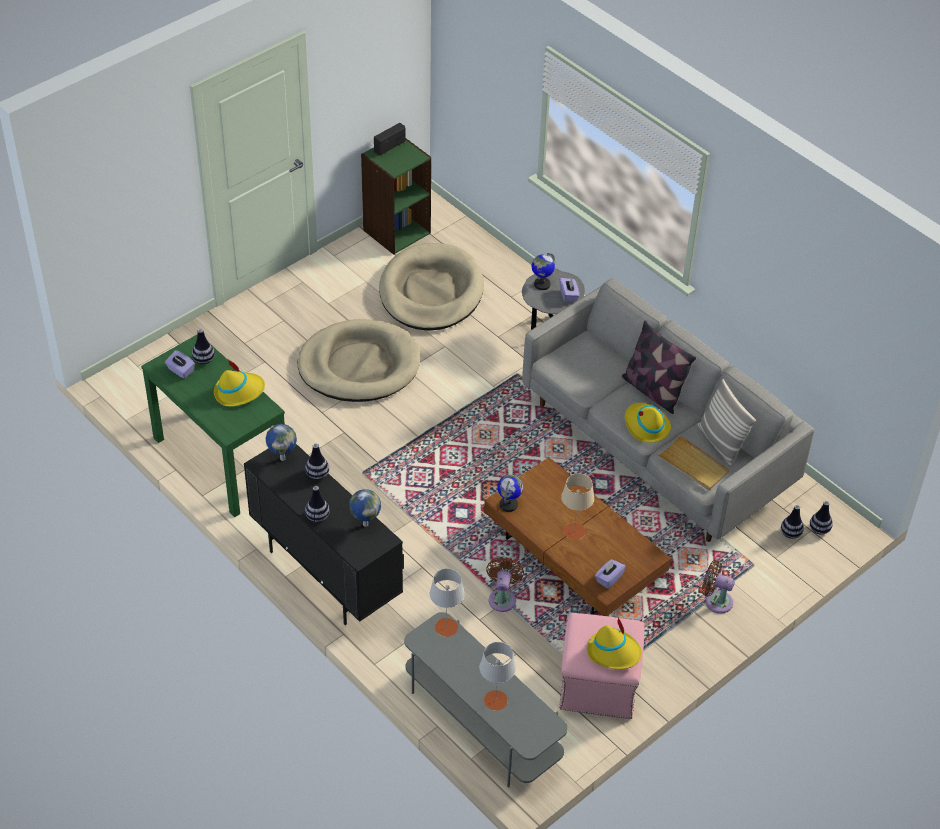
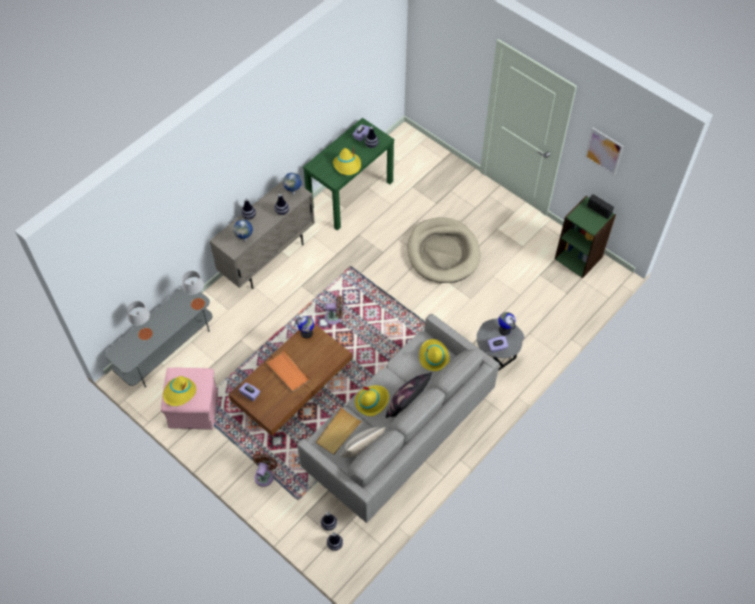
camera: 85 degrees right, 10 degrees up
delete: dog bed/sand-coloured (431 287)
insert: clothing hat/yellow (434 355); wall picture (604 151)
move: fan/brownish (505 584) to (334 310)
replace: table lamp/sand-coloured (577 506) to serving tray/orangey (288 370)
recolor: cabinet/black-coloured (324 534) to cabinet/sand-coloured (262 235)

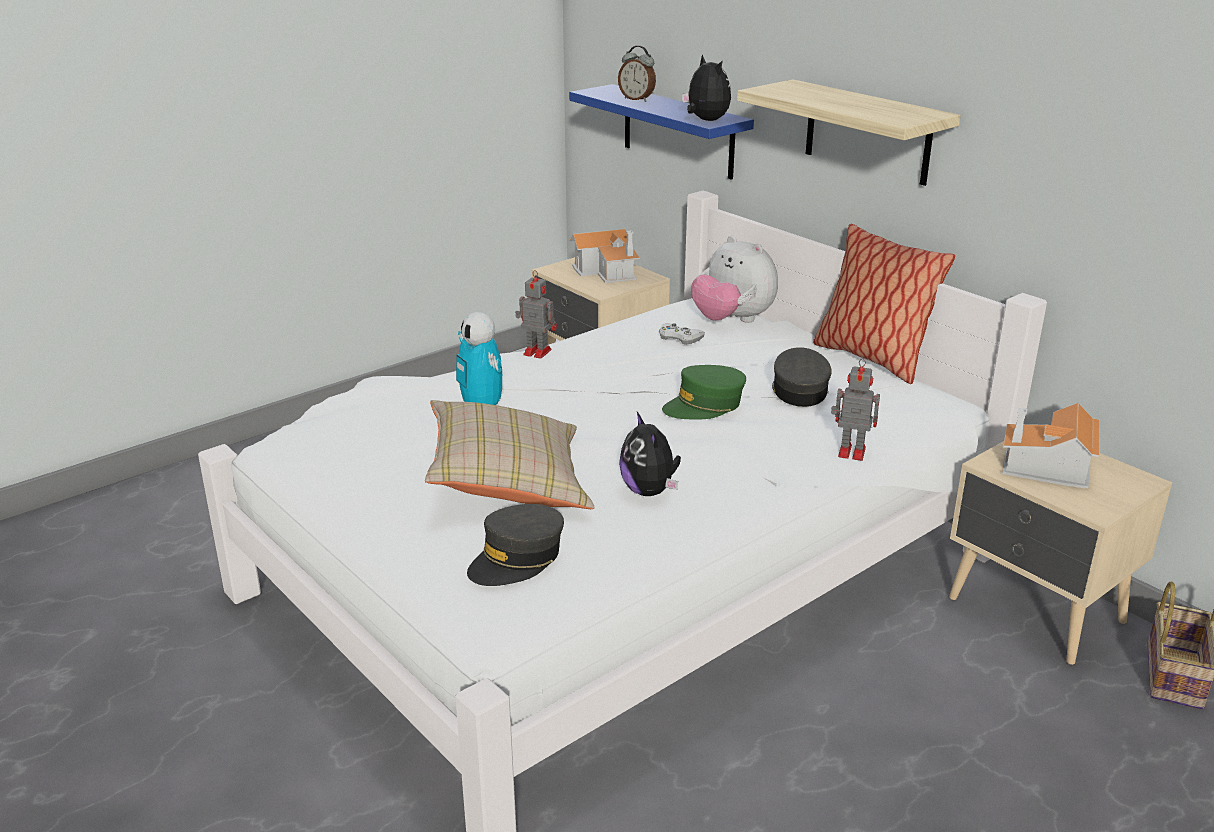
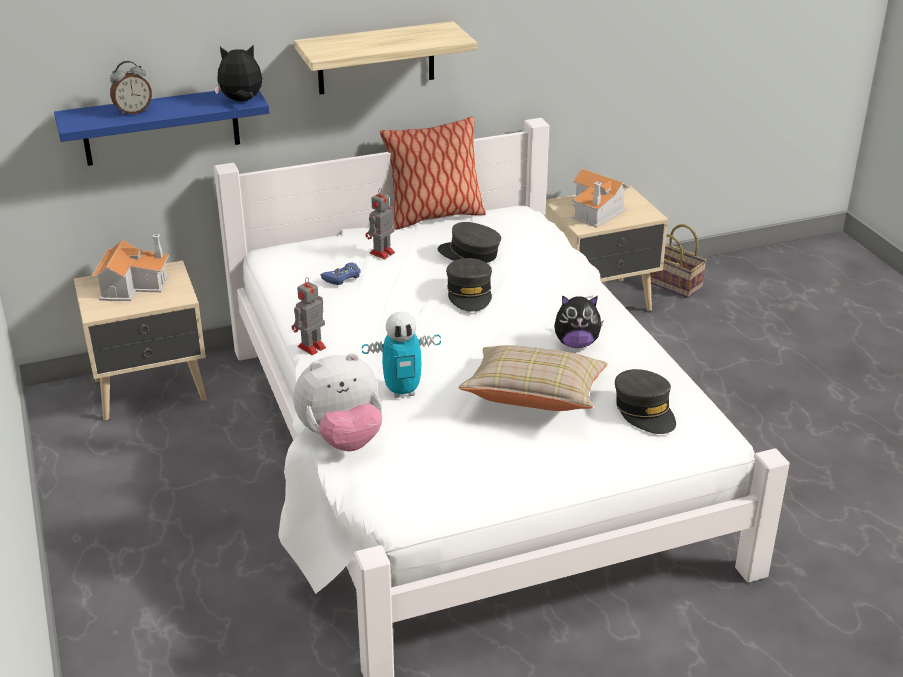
camera: 70 degrees left, 5 degrees up
move: soft toy (734 279) to (337 402); robot figure (855 409) to (380 223)
recolor: game controller/white-coloured (682 333) to game controller/blue-coloured (340 274); baseball cap/greenish (704 392) to baseball cap/greyish (469 285)

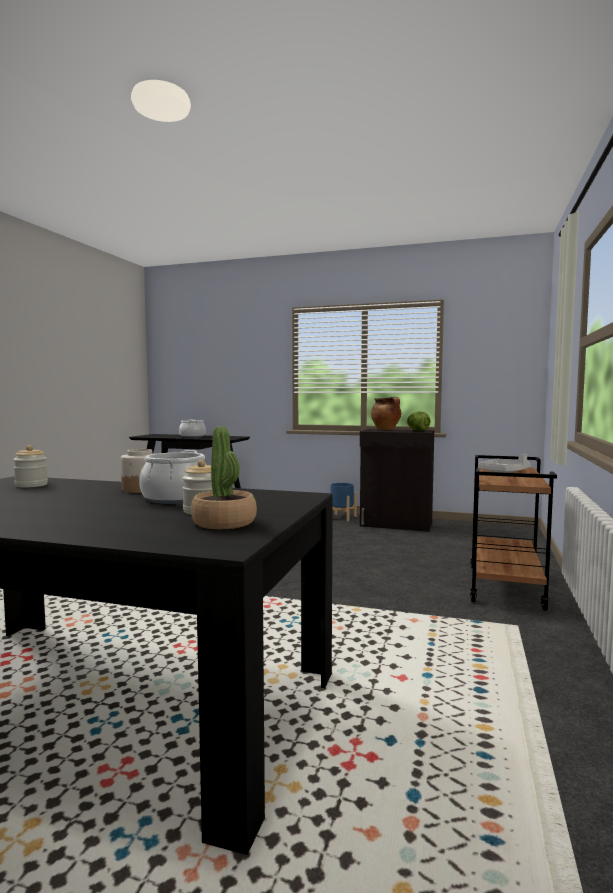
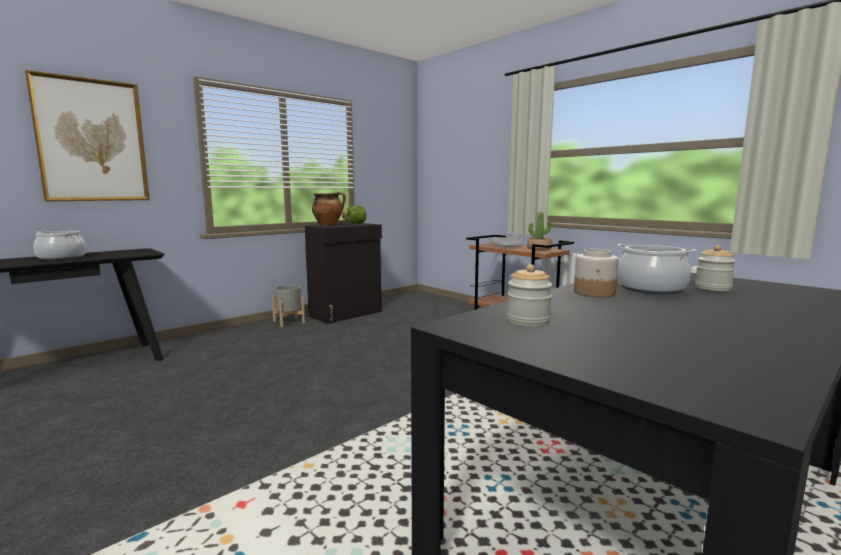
camera: 60 degrees left, 5 degrees up
insert: wall picture (87 136)
move: potted plant (224 477) to (539 231)
recolor: flower pot/blue-coloured (343 502) to flower pot/greyish (288 306)

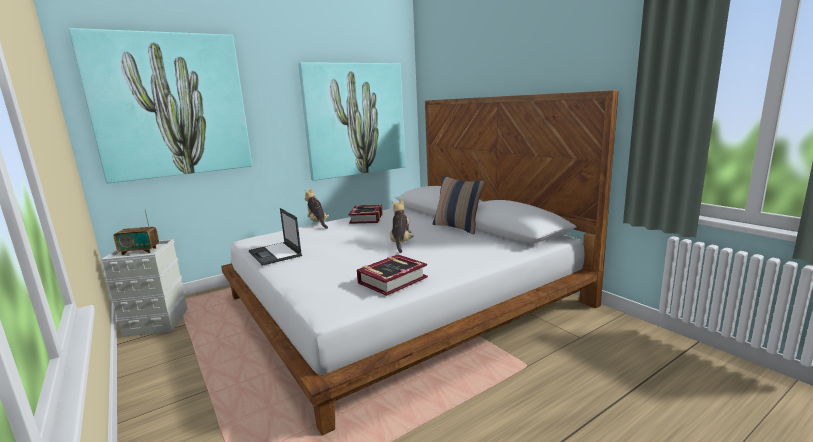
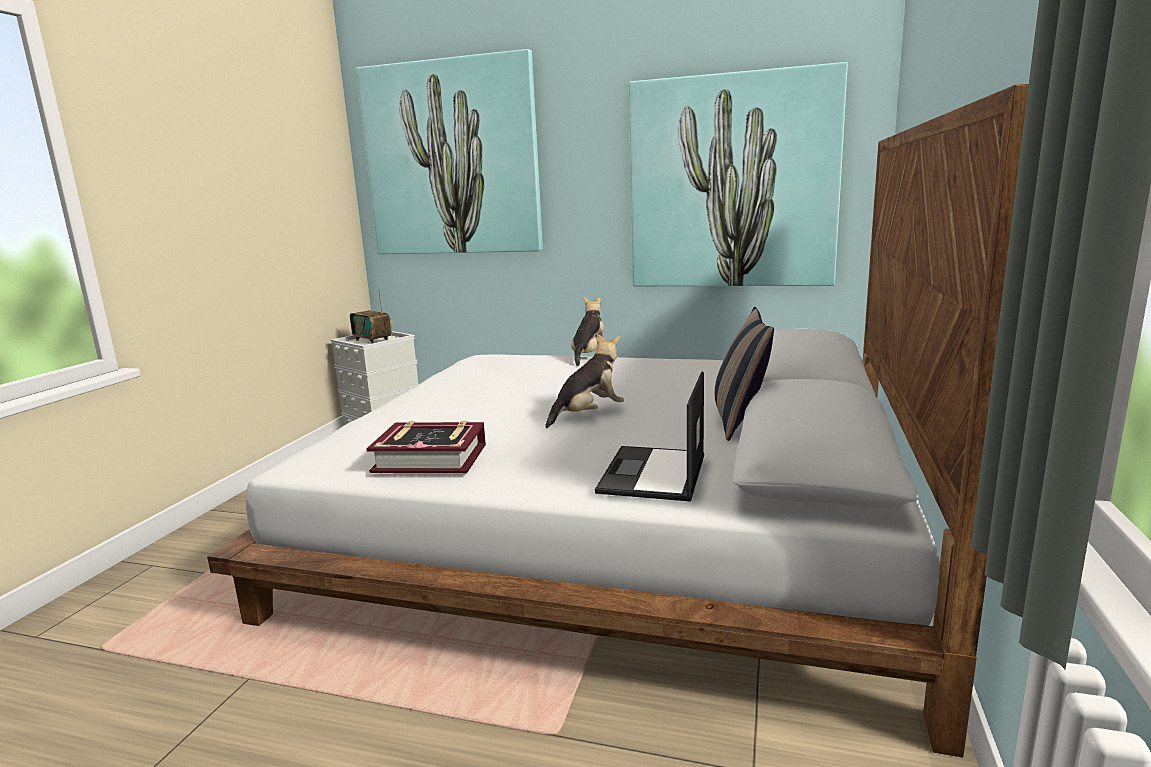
camera: 50 degrees right, 0 degrees up
delete: volume (365 214)
move: notebook computer (275 237) to (649 436)

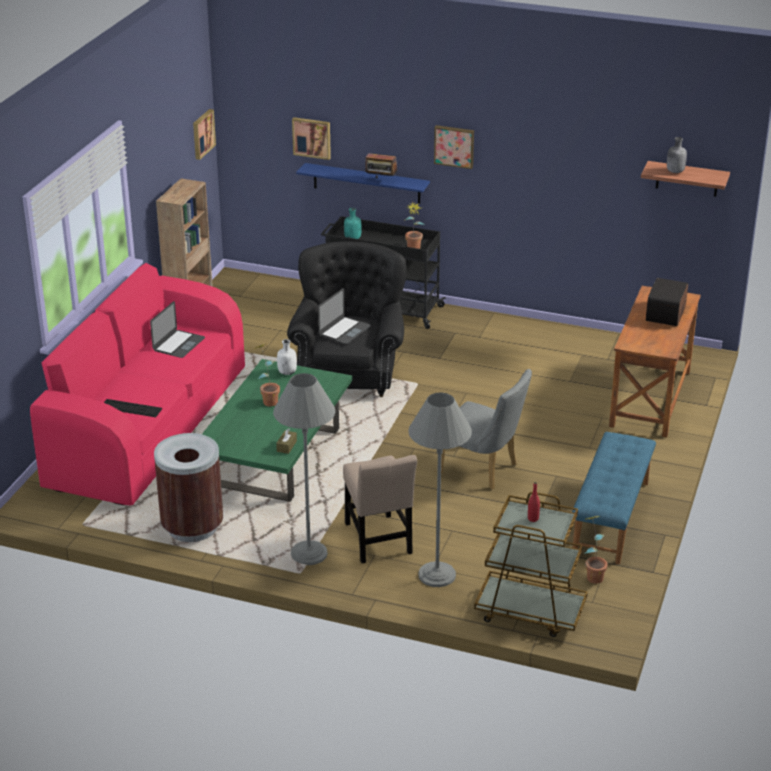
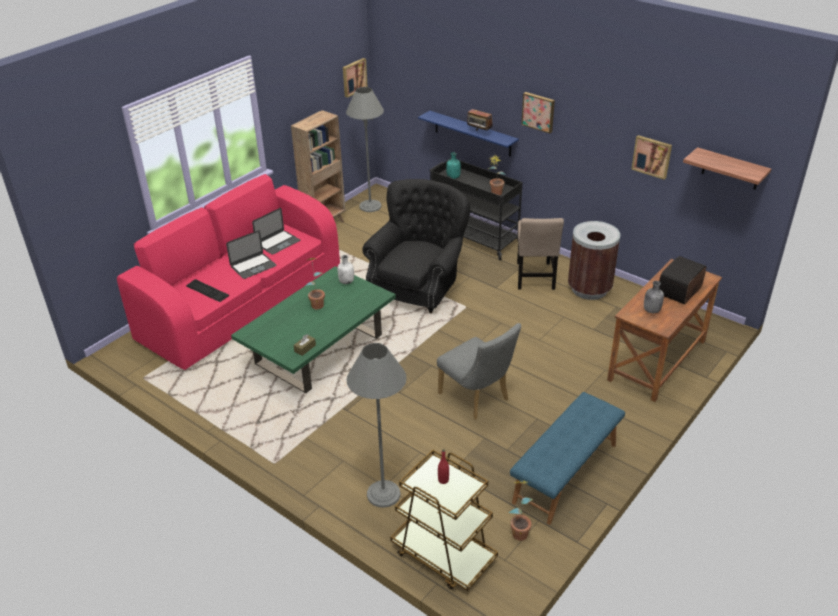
camera: 20 degrees right, 5 degrees up
move: notebook computer (344 316) to (251 254); standard lamp/greyish (304 469) to (365 149); chair/sand-coloured (380 509) to (540 254); trash can/brownish (188 487) to (594 260); wall picture (311 138) to (652 157); drink bottle/greyish (677 155) to (654 297)

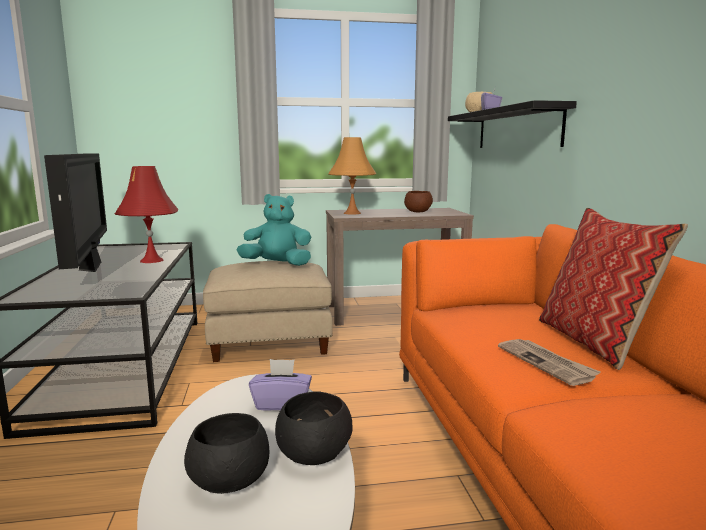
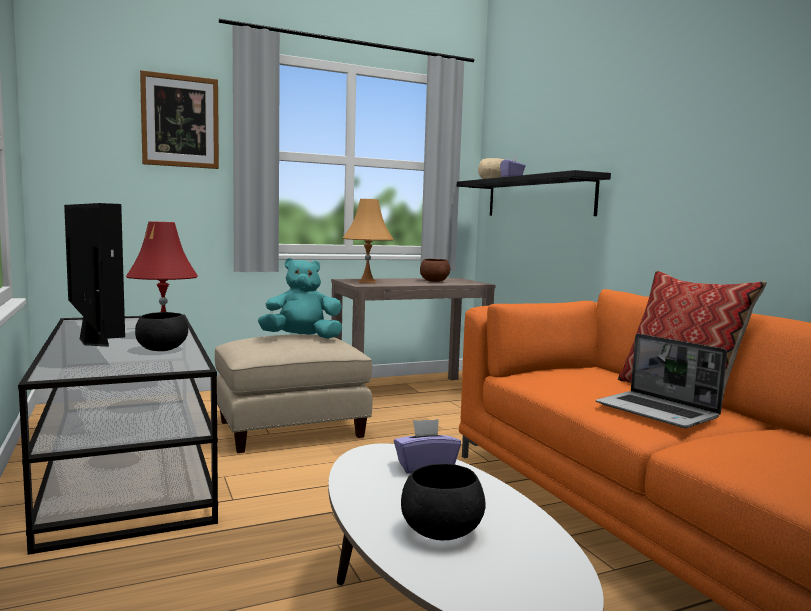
camera: 15 degrees left, 5 degrees down
insert: wall picture (179 119)
move: serving bowl/black-coloured (313 428) to (161 331)
replace: daily paper (549 362) to notebook computer (661 381)

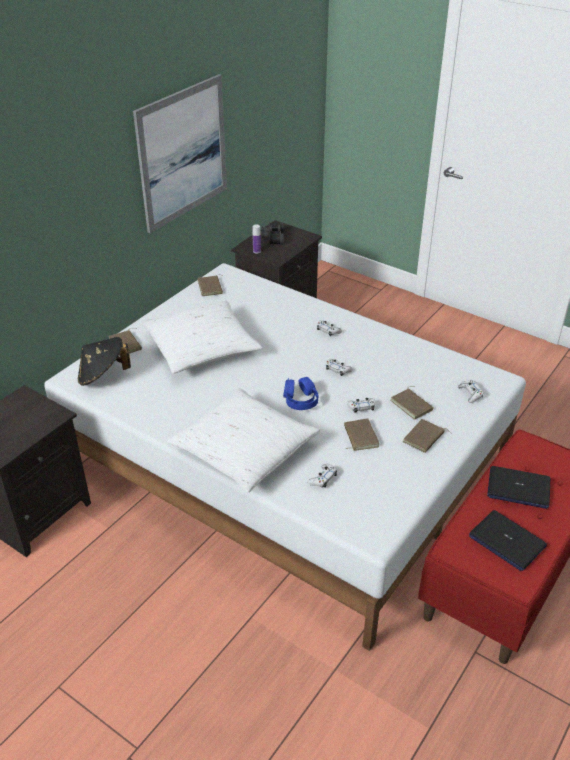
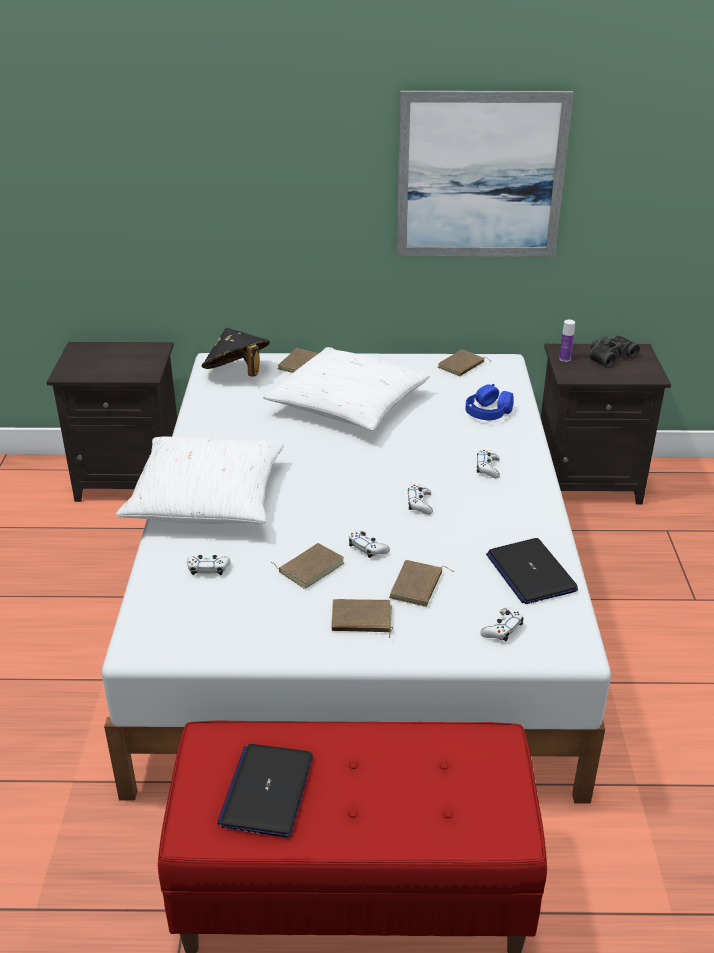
camera: 55 degrees right, 5 degrees down
move: pair of headphones/blue-coloured (300 393) to (490 402); notebook computer (518 487) to (532 571)

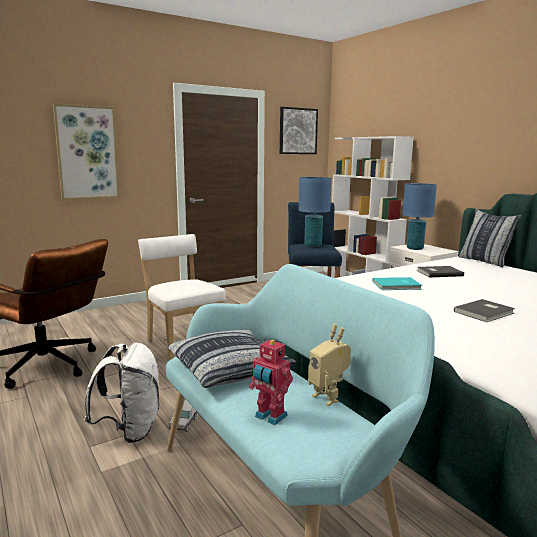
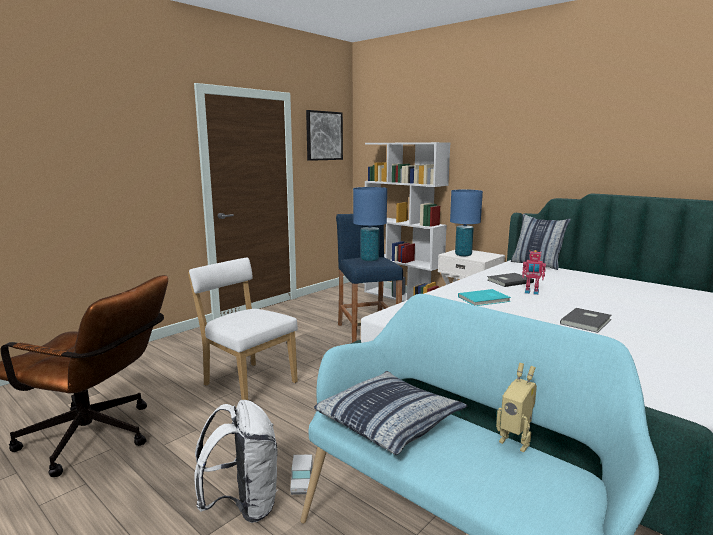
camera: 15 degrees left, 0 degrees up
delete: wall picture (86 151)
move: robot figure (271 382) to (534 272)

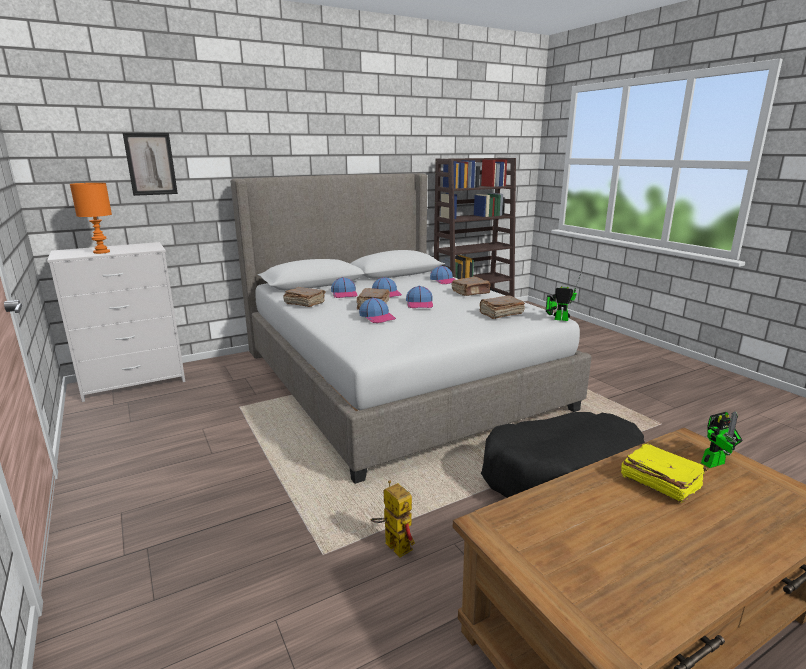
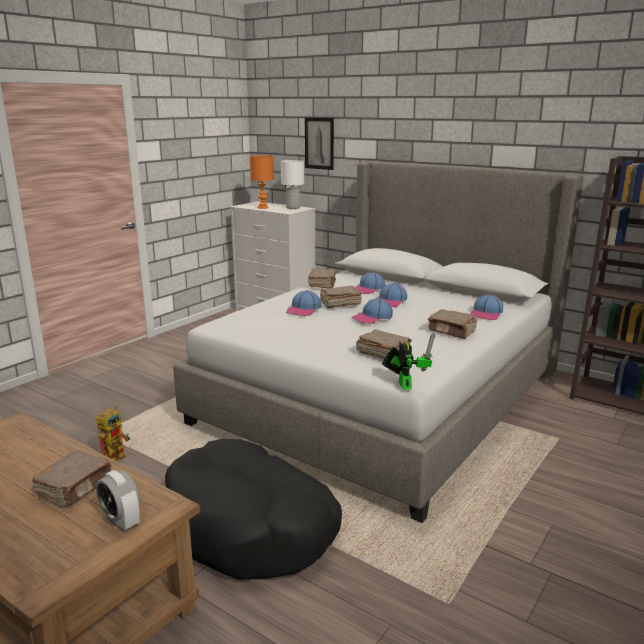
camera: 65 degrees right, 0 degrees up
insert: table lamp/white-coloured (292 184)
replace: robot figure (722 439) to table clock (118 501)
recolor: volume/yellow (664 473) to volume/brownish (71 478)

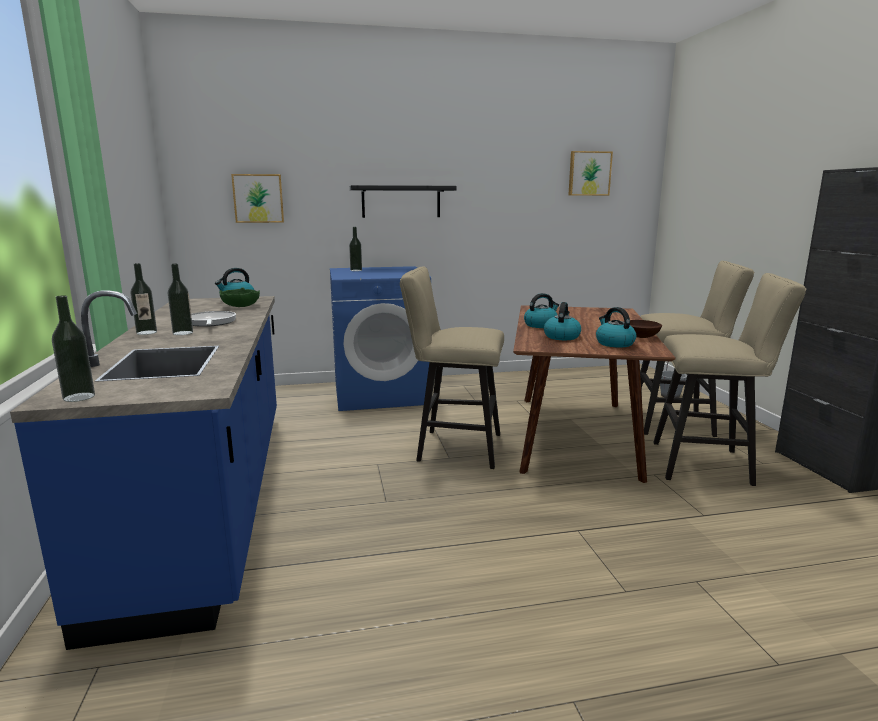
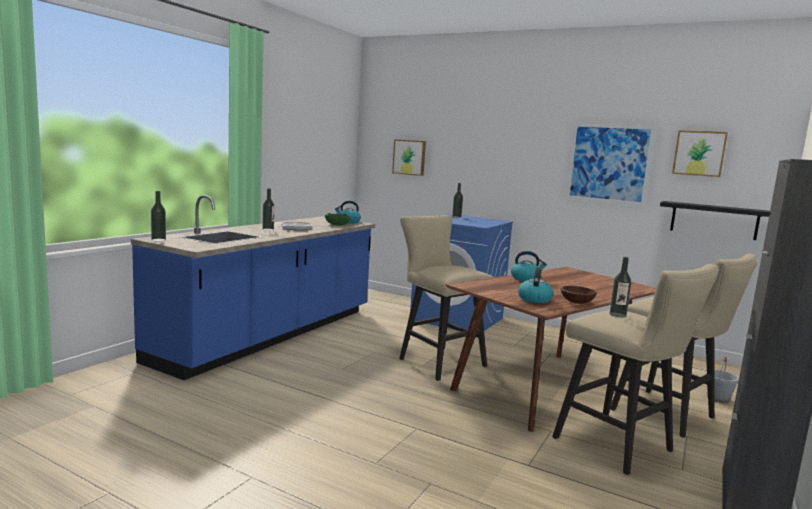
camera: 40 degrees right, 5 degrees down
delete: tea kettle (562 321)
insert: wall picture (610 164)
move: drink bottle (143 299) to (620 287); wall shelf/black-coloured (403 201) to (715 220)

